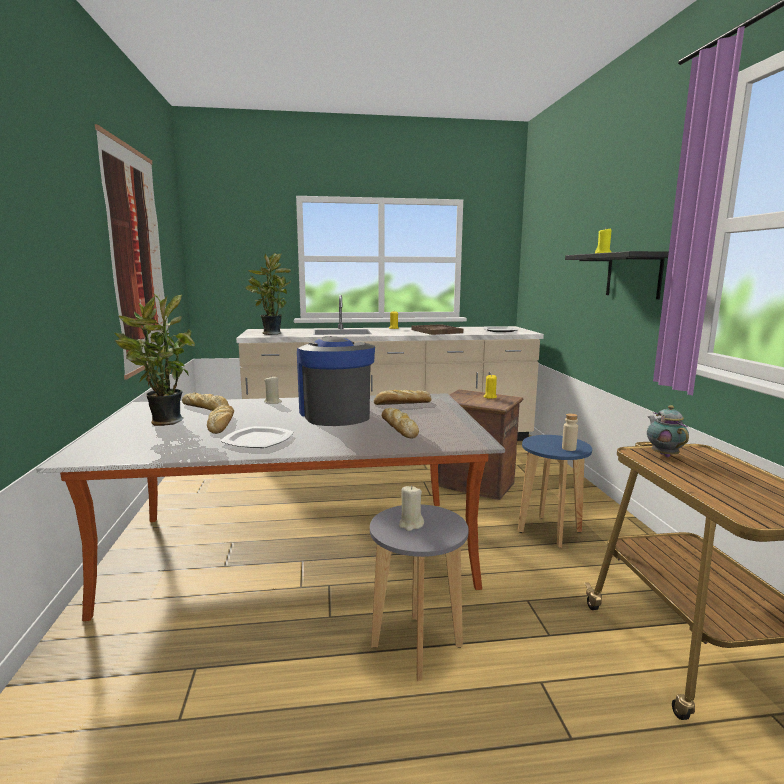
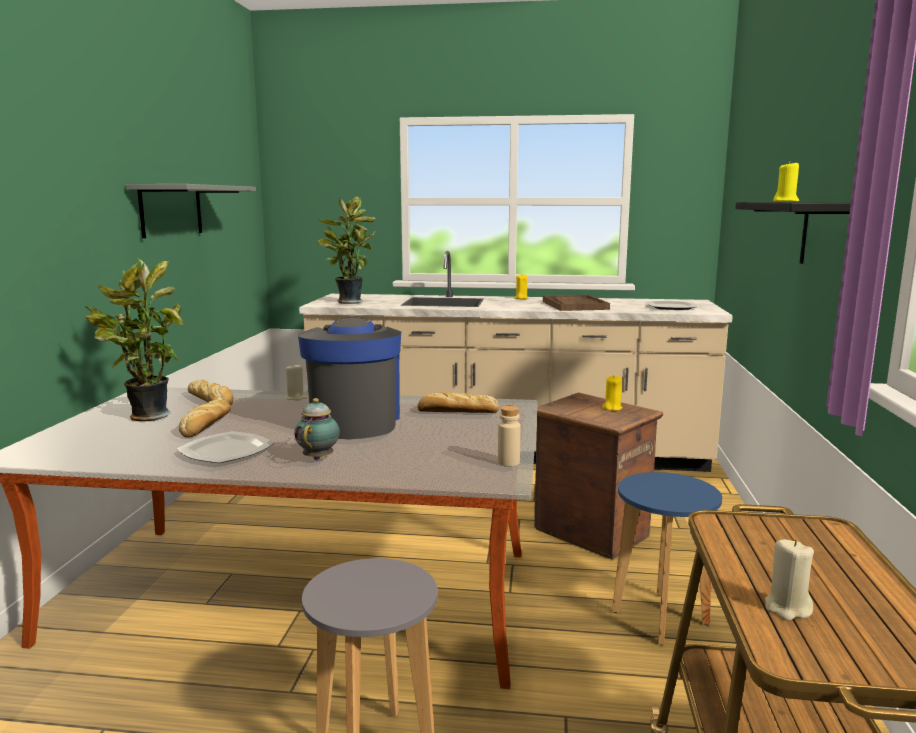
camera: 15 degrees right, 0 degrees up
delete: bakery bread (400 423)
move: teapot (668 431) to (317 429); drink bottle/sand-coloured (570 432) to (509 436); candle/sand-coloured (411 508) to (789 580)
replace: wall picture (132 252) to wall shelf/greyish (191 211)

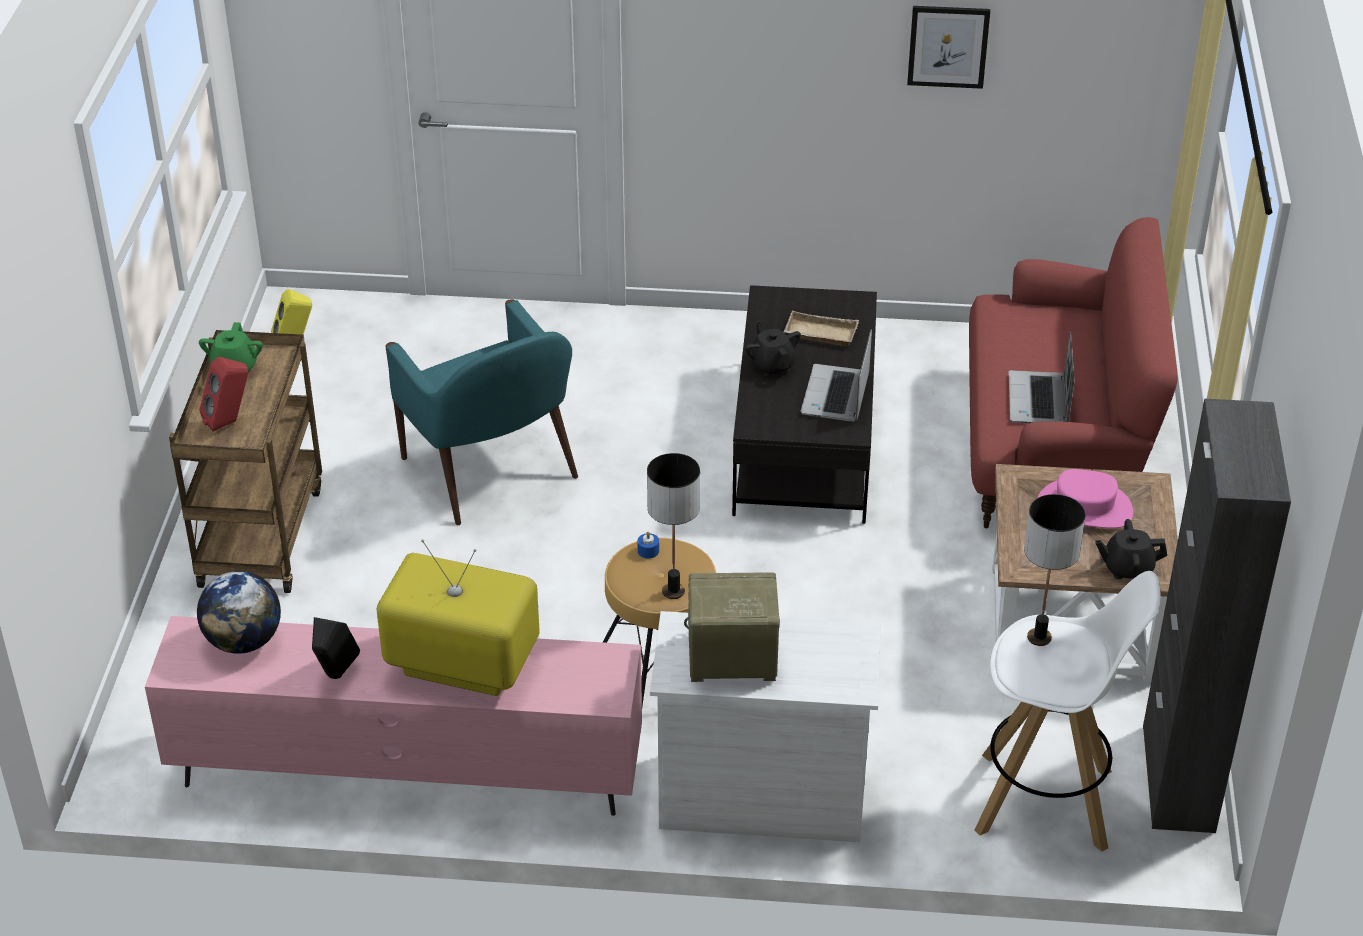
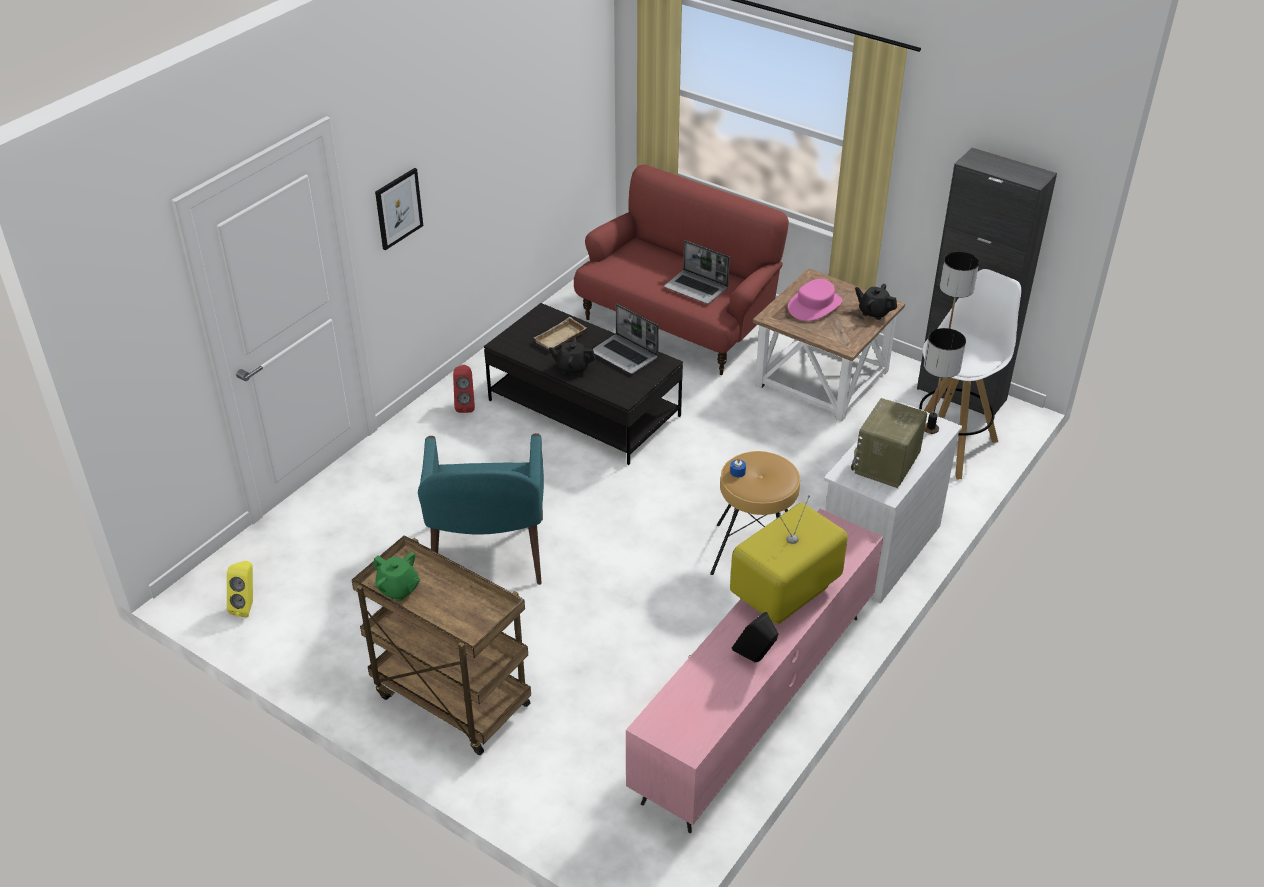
camera: 60 degrees left, 0 degrees up
delete: desk globe (239 612)
move: wall picture (948 47) to (399 209); speaker/red (224 394) to (464 389); table lamp (673 526) to (945 381)
rotate: lounge chair/blue-green (482 412) = (481 509) 90 degrees clockwise; teapot/black-coloured (1131 549) = (876 302) 90 degrees clockwise

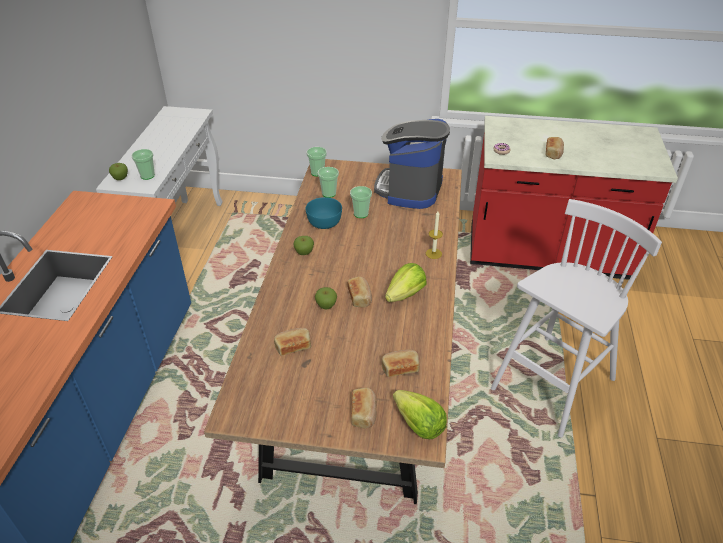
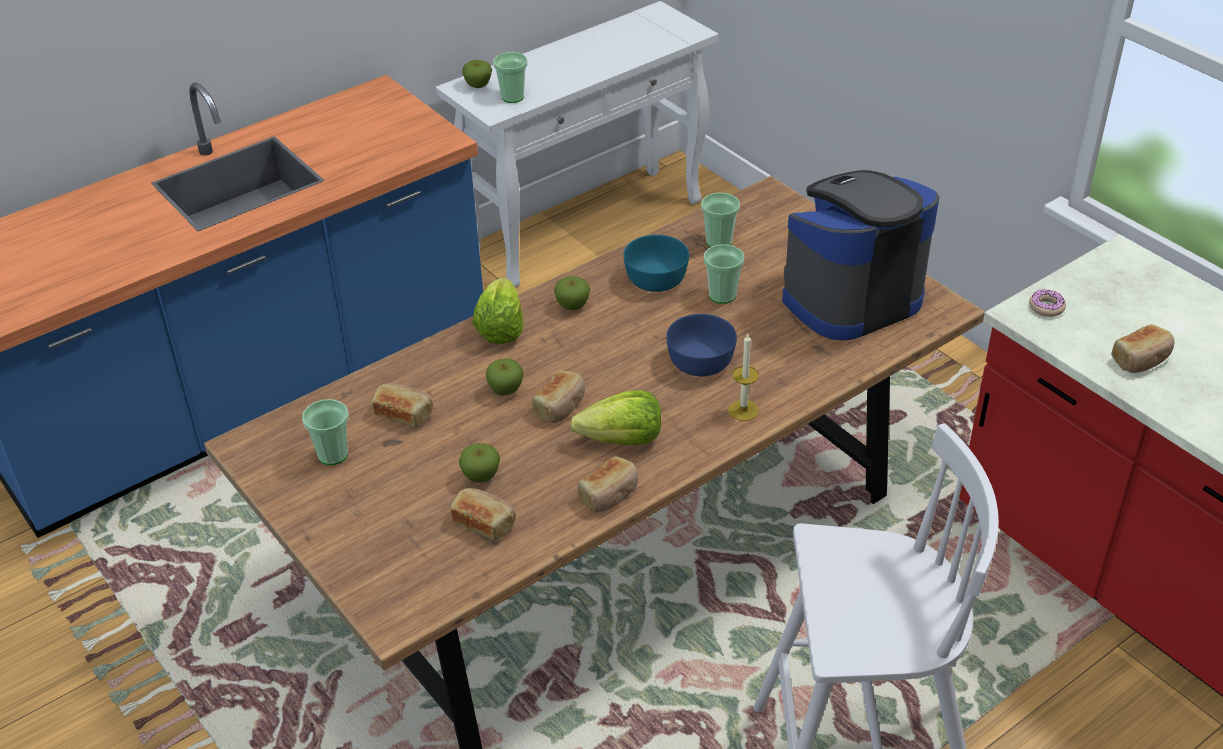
camera: 45 degrees right, 0 degrees up
insert: whole apple (479 463); serving bowl/blue-coloured (701 345)
move: drinking cup (317 162) to (325 432); lettuce head (420 414) to (498 311); bakery bread (364 408) to (608 484)

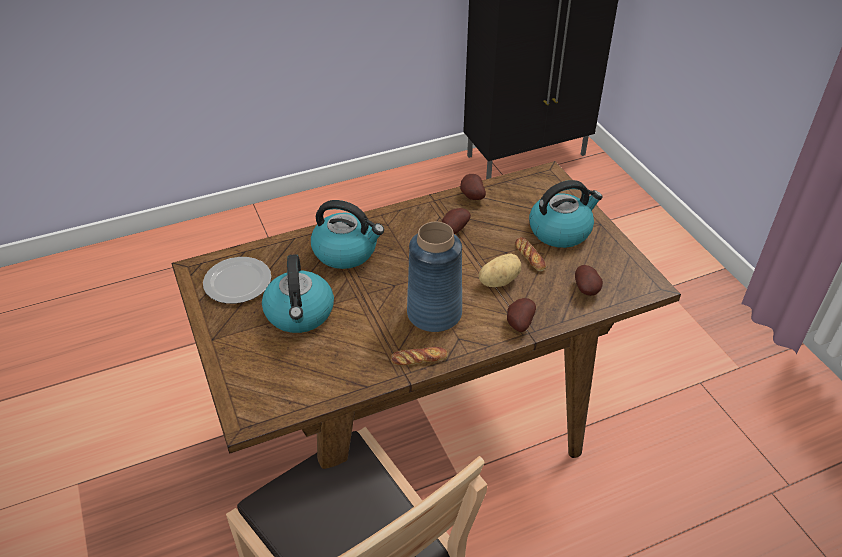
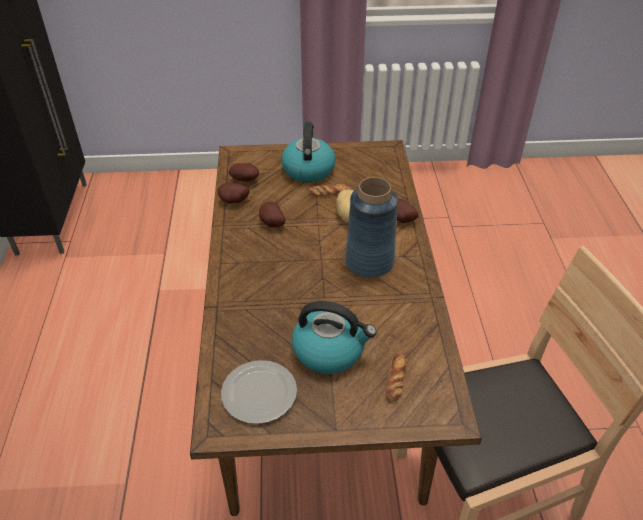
camera: 70 degrees left, 0 degrees up
delete: tea kettle (347 234)
move: potato (589 280) to (244 172); bakery bread (419 356) to (396 377)

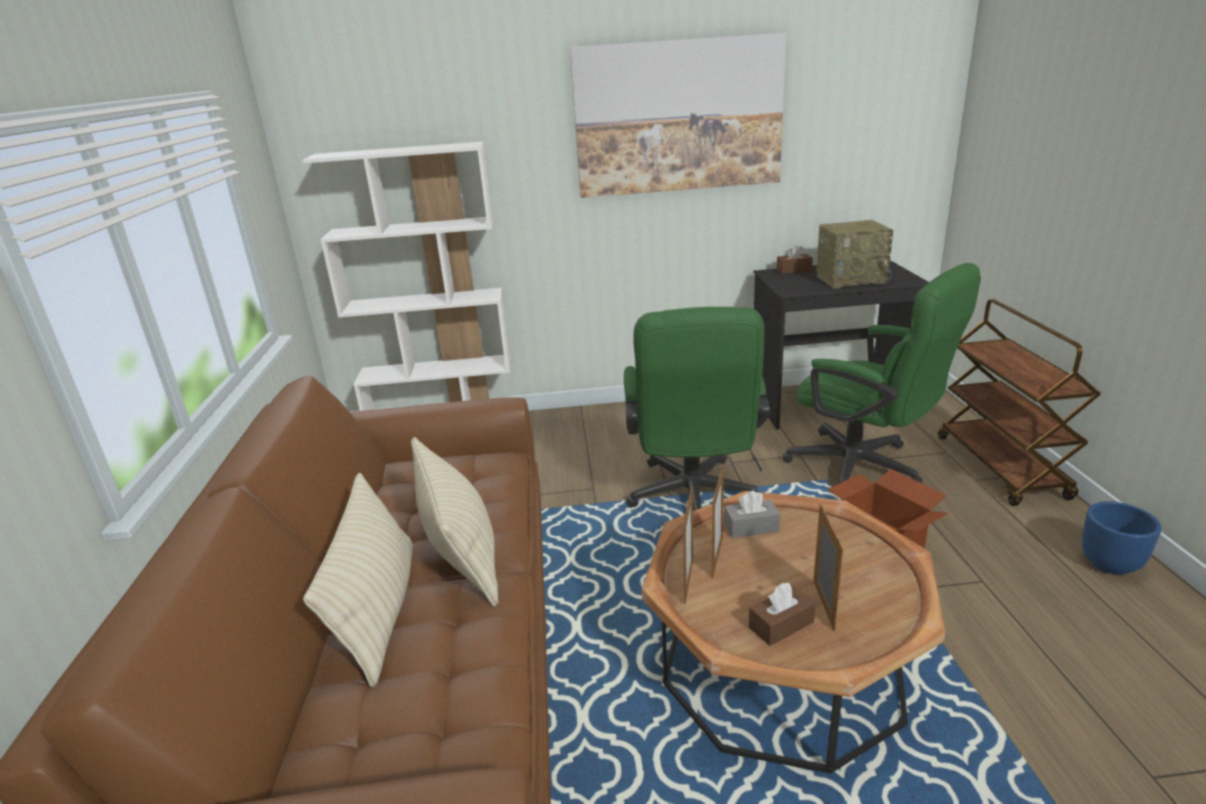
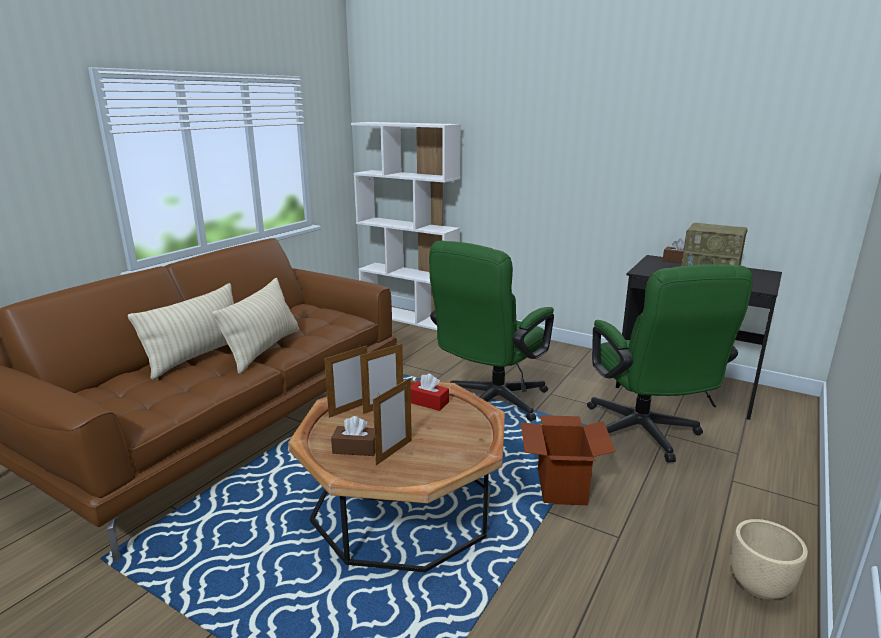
camera: 35 degrees right, 5 degrees down
delete: wall picture (678 115); trolley/brownish (1019 402)
recolor: box of tissues/greyish (752 514) to box of tissues/red (430 392); flower pot/blue-coloured (1122 538) to flower pot/sand-coloured (769 559)

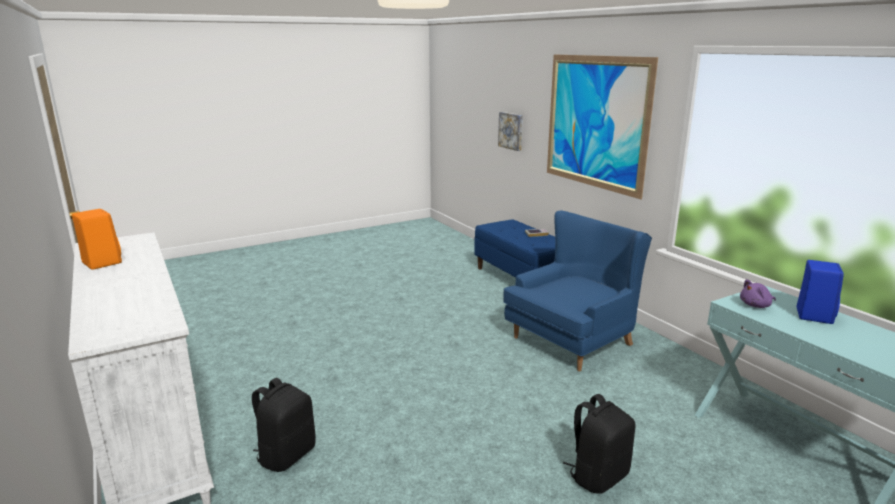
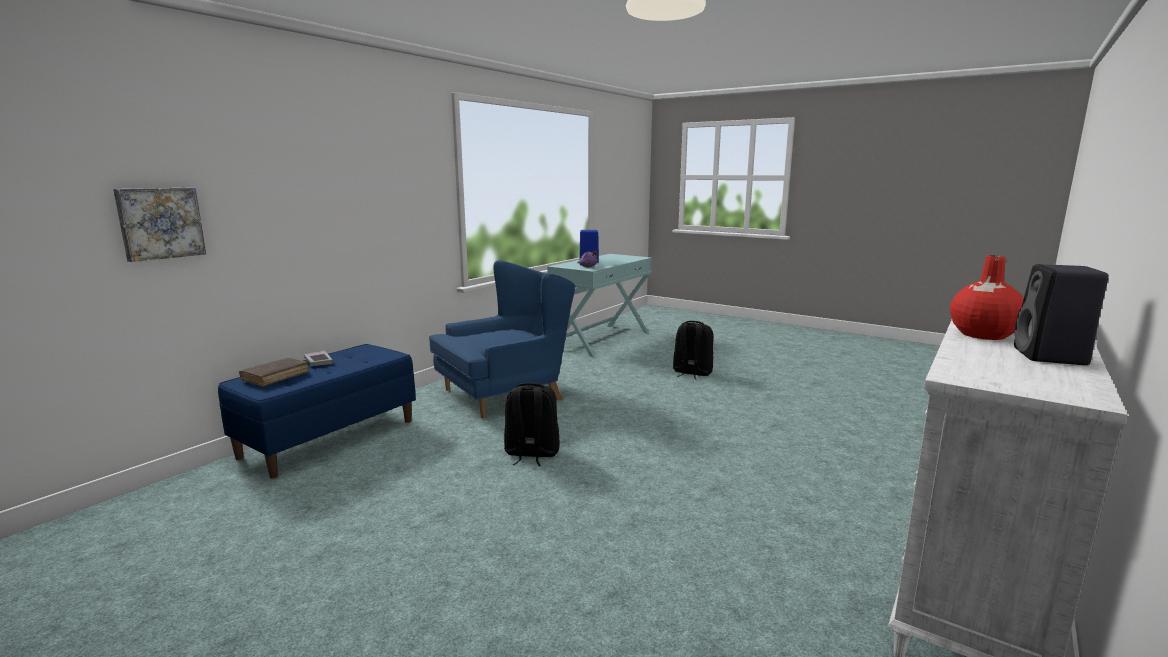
camera: 115 degrees left, 5 degrees down
delete: wall picture (602 126)
insert: volume/brownish (273 372); decorative vase/red (986 297)
move: backpack/black-coloured (284 425) to (531 424)
recolor: speaker/orangey (97 239) to speaker/black-coloured (1061 314)
rotate: lounge chair/blue-coloured (577 290) = (502 339) 120 degrees clockwise

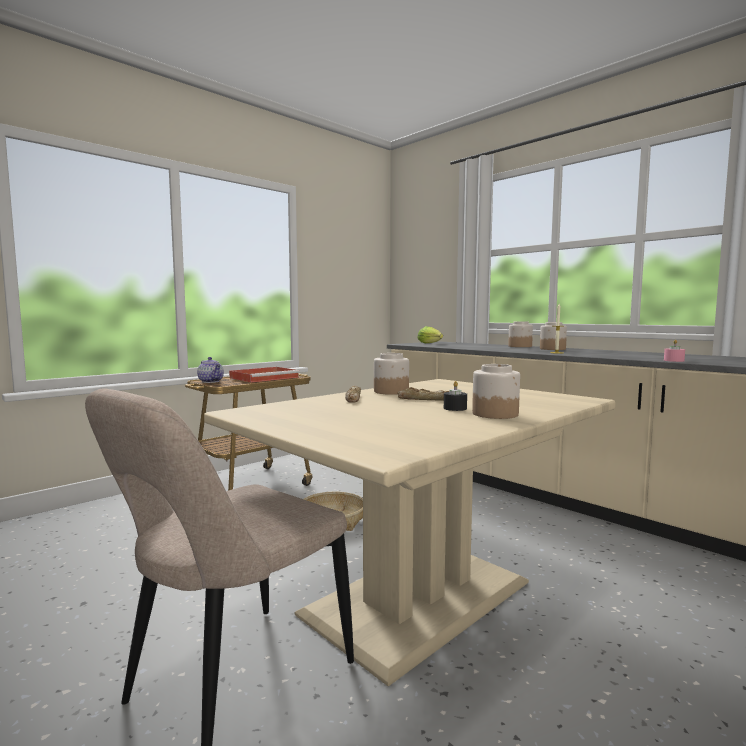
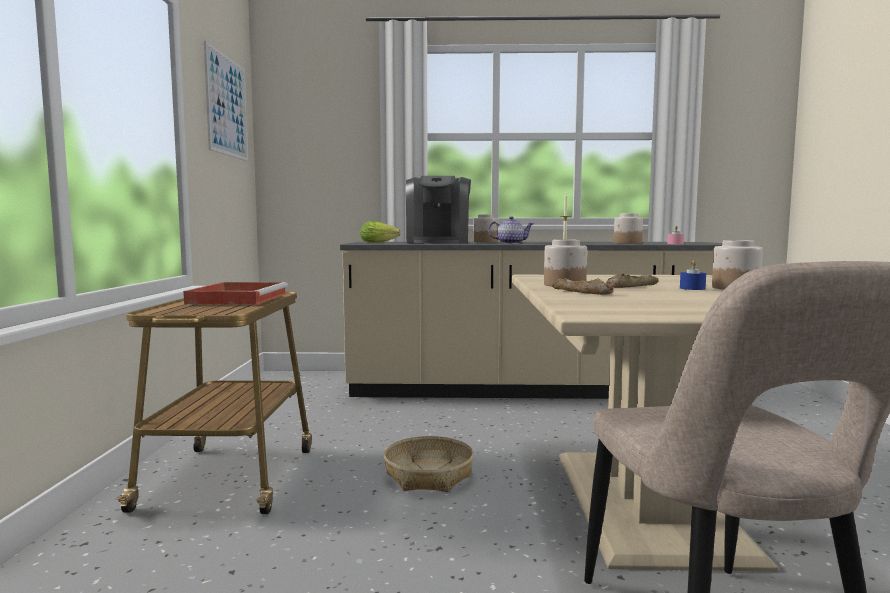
camera: 45 degrees left, 0 degrees up
insert: wall picture (226 101); coffee machine (438 210)
move: teapot (210 370) to (510 230); preserve jar (553 336) to (628 228)
recolor: candle/black-coloured (455 396) to candle/blue-coloured (693 275)

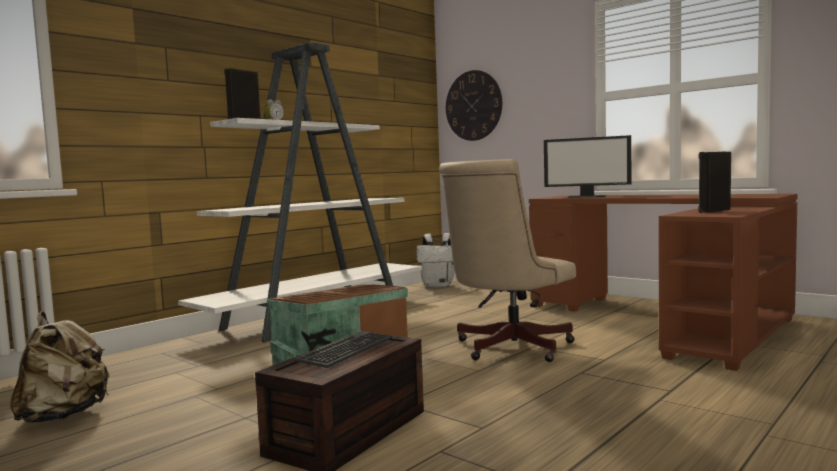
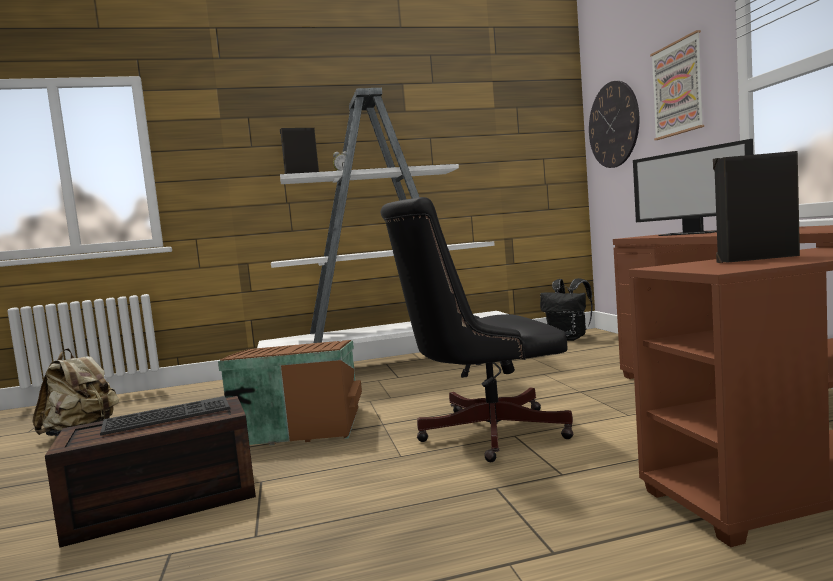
camera: 35 degrees right, 0 degrees up
insert: wall picture (677 85)
recolor: office chair/sand-coloured (507 260) to office chair/black-coloured (477 329); backpack/white-coloured (435 260) to backpack/black-coloured (566 309)

